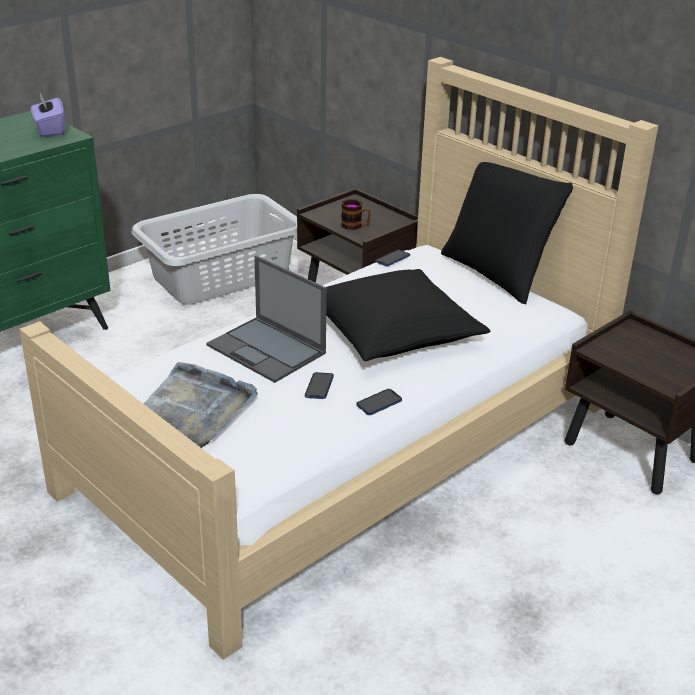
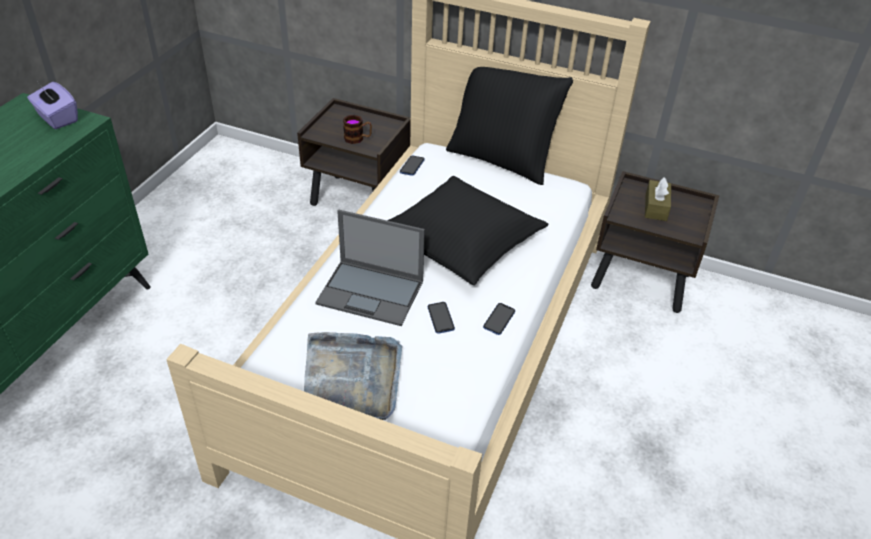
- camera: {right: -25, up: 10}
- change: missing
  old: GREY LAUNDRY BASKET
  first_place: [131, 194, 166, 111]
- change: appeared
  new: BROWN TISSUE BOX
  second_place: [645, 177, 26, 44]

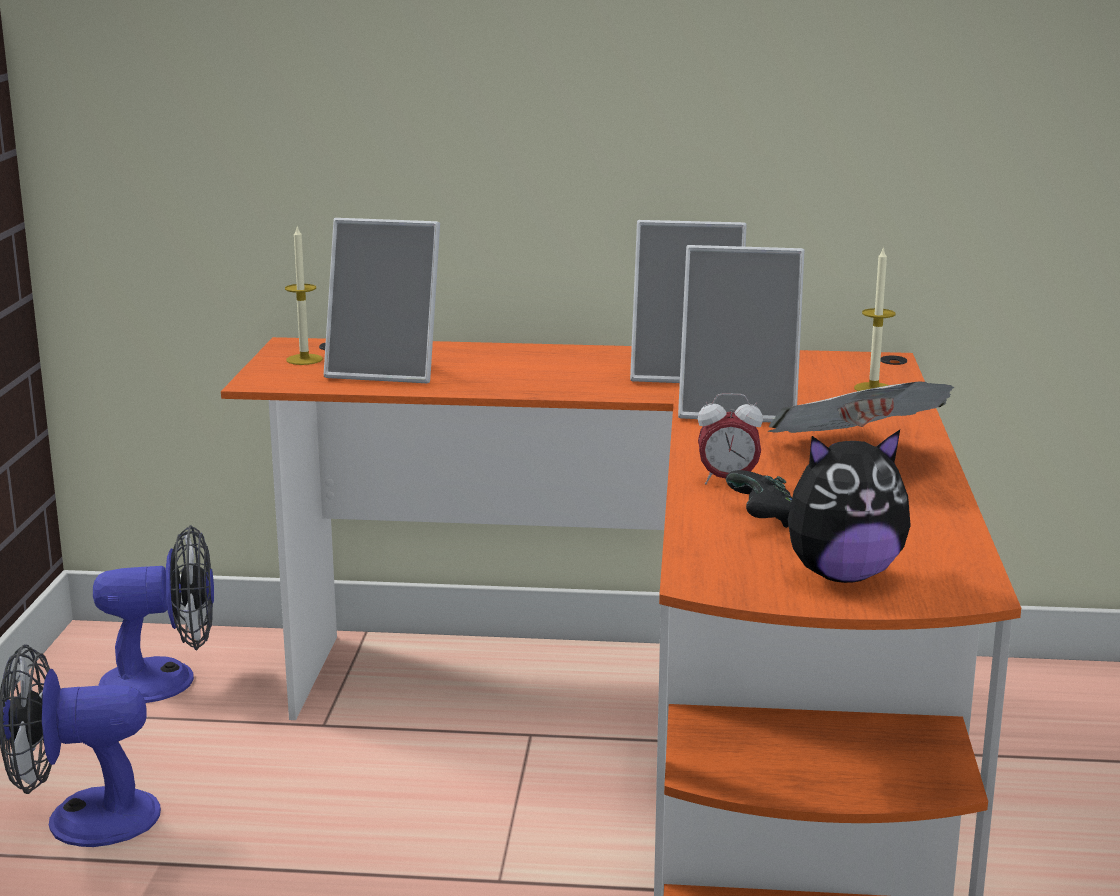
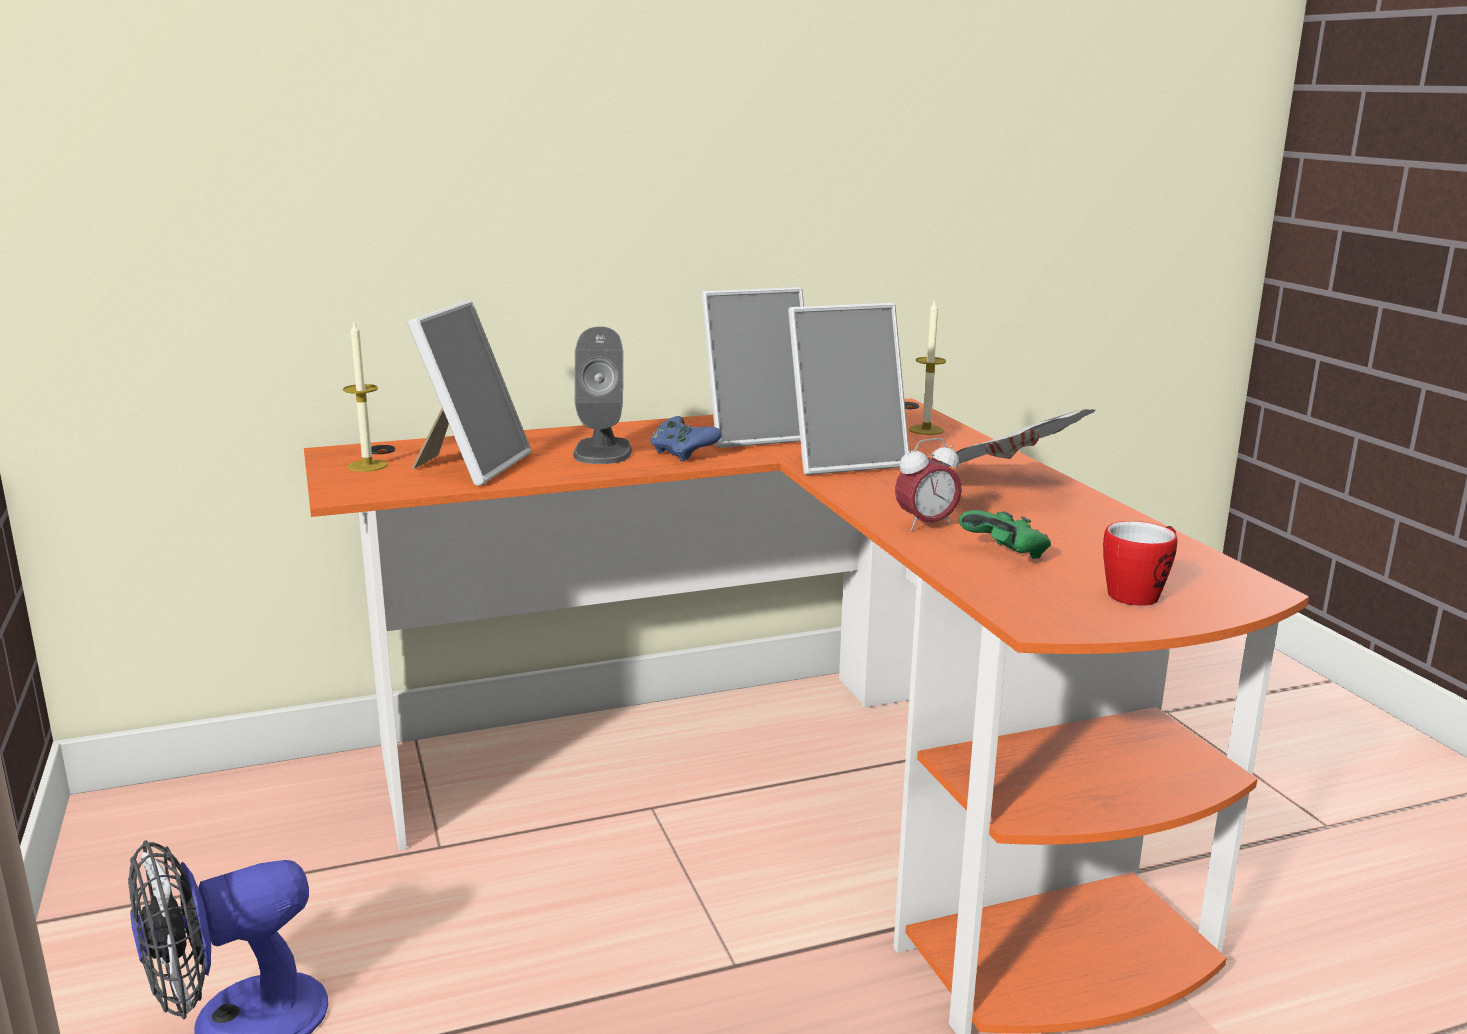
- camera: {right: -25, up: 0}
- change: spun
  old: PICTURE FRAME
  first_place: [324, 218, 116, 165]
  second_place: [408, 300, 123, 186]
  degrees: -60
- change: exchanged
  old: PLUSH TOY
  new: MUG
  first_place: [788, 430, 123, 153]
  second_place: [1103, 521, 75, 85]
- change: colour
  old: BLACK GAME CONTROLLER
  new: GREEN GAME CONTROLLER
  first_place: [726, 470, 66, 58]
  second_place: [958, 510, 93, 49]
- change: missing
  old: FAN
  first_place: [93, 525, 121, 178]
- change: appeared
  new: GREY SPEAKER
  second_place: [573, 326, 59, 138]
- change: appeared
  new: BLUE GAME CONTROLLER
  second_place: [650, 416, 72, 46]

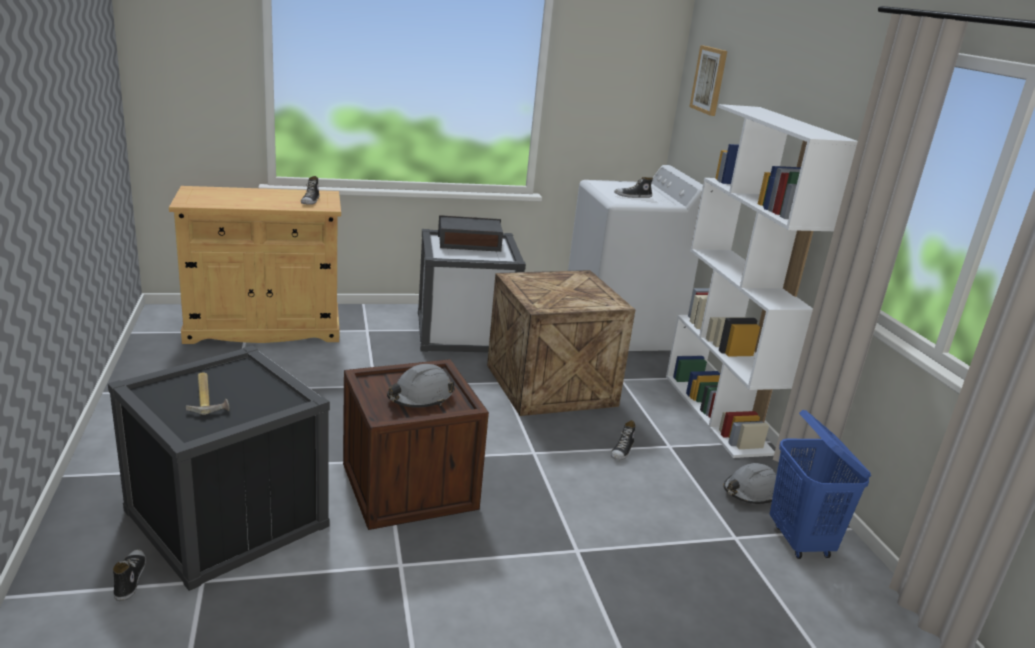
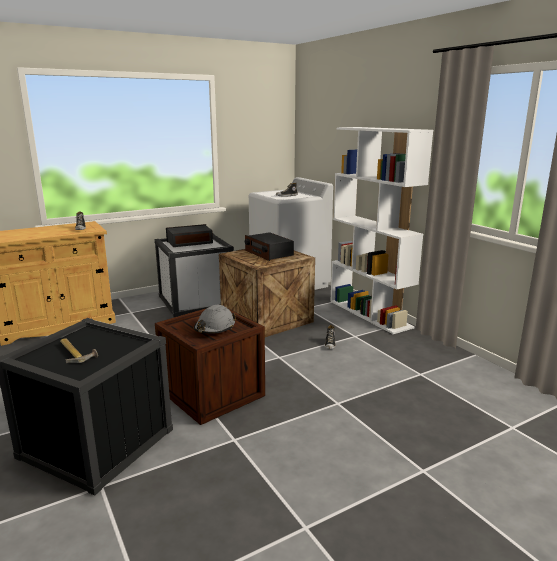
- camera: {right: -15, up: -5}
- change: missing
  old: PICTURE
  first_place: [689, 45, 38, 71]
- change: missing
  old: BLUE LAUNDRY BASKET
  first_place: [770, 410, 101, 149]
- change: missing
  old: GREY HARD HAT
  first_place: [723, 463, 53, 41]
- change: missing
  old: SHOE
  first_place: [113, 549, 33, 52]
- change: appeared
  new: RADIO
  second_place: [245, 232, 49, 29]

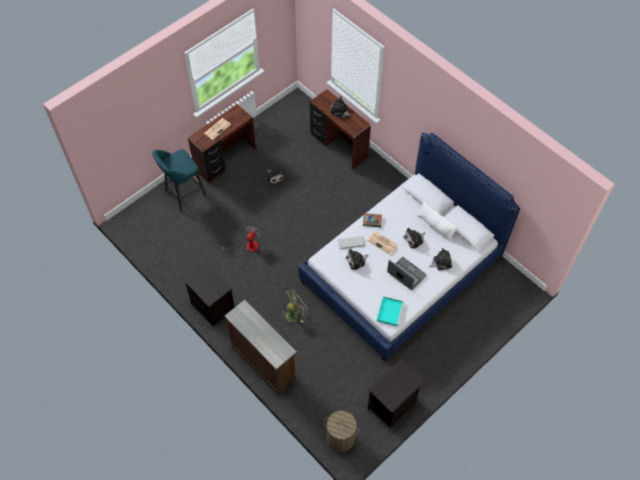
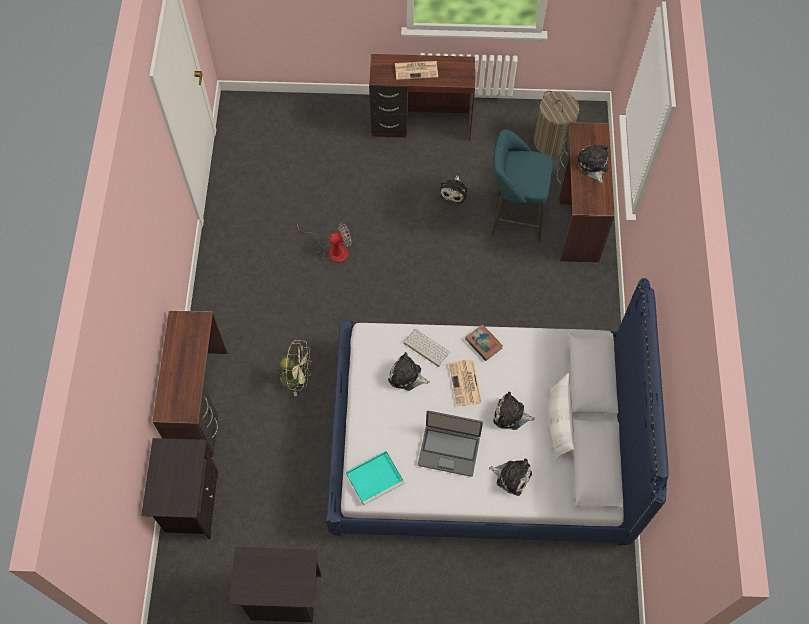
- camera: {right: 45, up: 5}
- change: relocated
  old: TURQUOISE STOOL
  first_place: [152, 149, 55, 62]
  second_place: [491, 129, 62, 114]
- change: spun
  old: LAPTOP
  first_place: [387, 257, 40, 33]
  second_place: [418, 411, 65, 66]
  degrees: 105
- change: relocated
  old: BLACK NIGHTSTAND
  first_place: [180, 259, 55, 67]
  second_place: [141, 438, 77, 101]
- change: exchanged
  old: BROWN DRESSER
  new: BROWN DESK
  first_place: [225, 300, 72, 96]
  second_place: [152, 310, 76, 147]
- change: relocated
  old: LAUNDRY BASKET
  first_place: [324, 411, 35, 41]
  second_place: [534, 91, 46, 65]

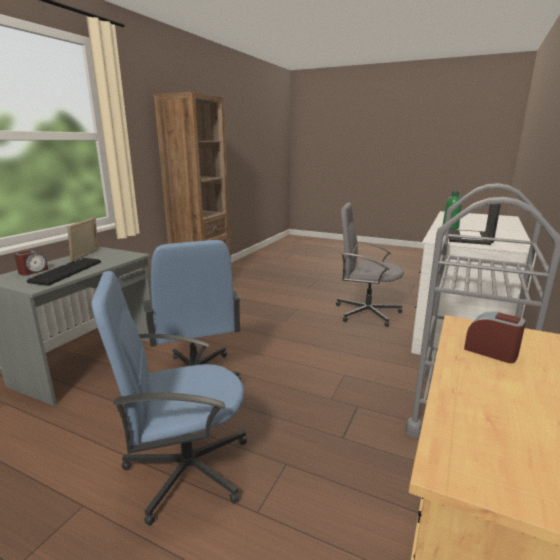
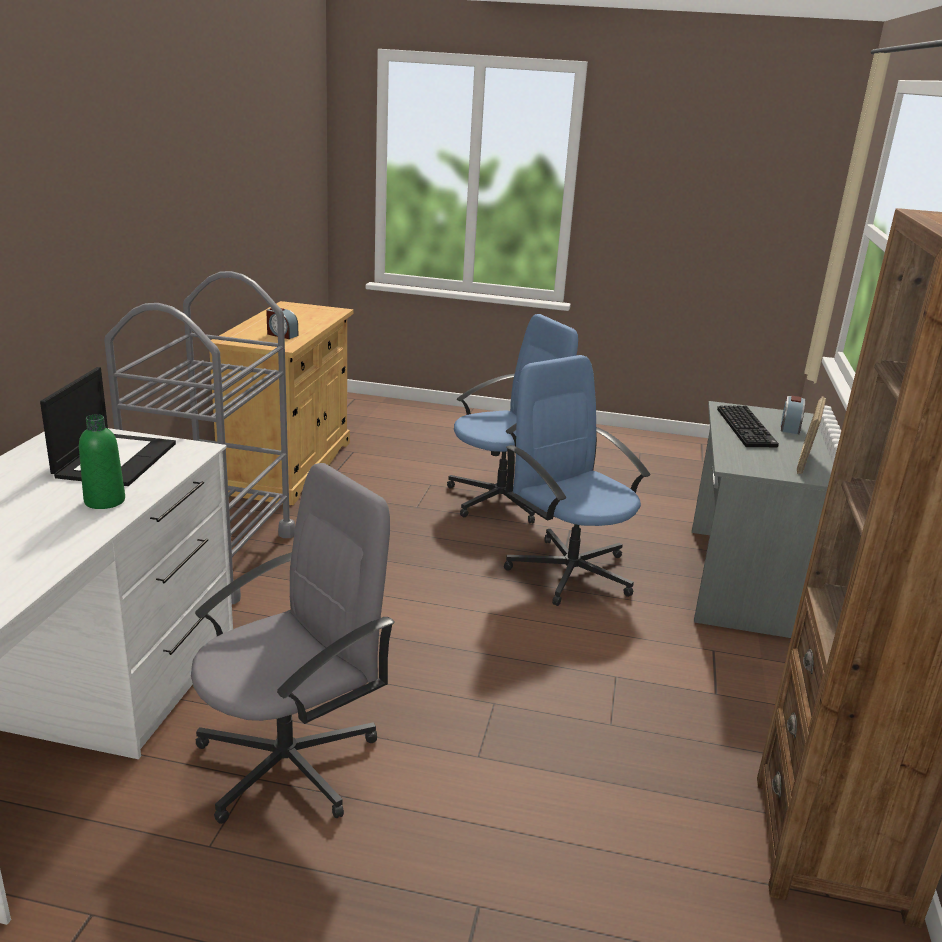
- camera: {right: 165, up: 5}
- change: spun
  old: GREY OFFICE CHAIR
  first_place: [336, 202, 68, 125]
  second_place: [191, 463, 204, 361]
  degrees: -45
- change: spun
  old: PICTURE FRAME
  first_place: [67, 217, 31, 44]
  second_place: [797, 396, 29, 78]
  degrees: -150

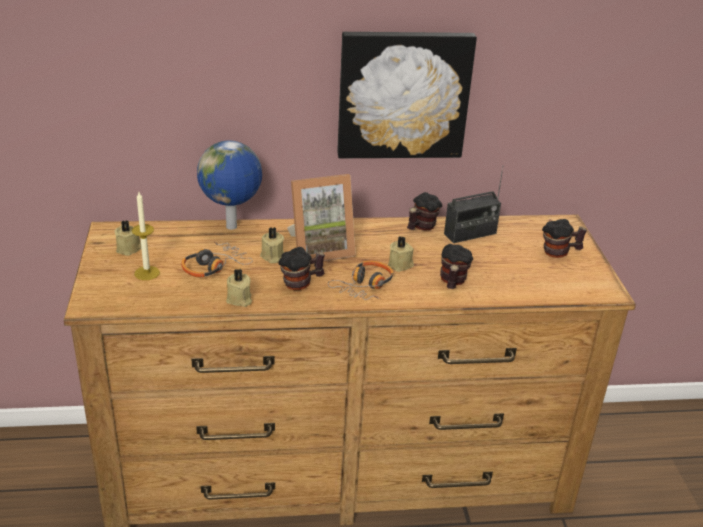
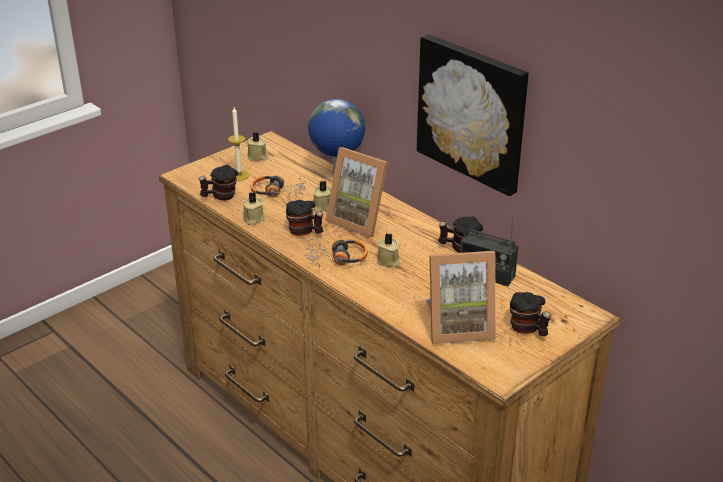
- camera: {right: 55, up: 0}
- change: relocated
  old: MUG
  first_place: [440, 244, 33, 45]
  second_place: [199, 164, 39, 37]
- change: appeared
  new: PICTURE FRAME
  second_place: [426, 251, 70, 93]

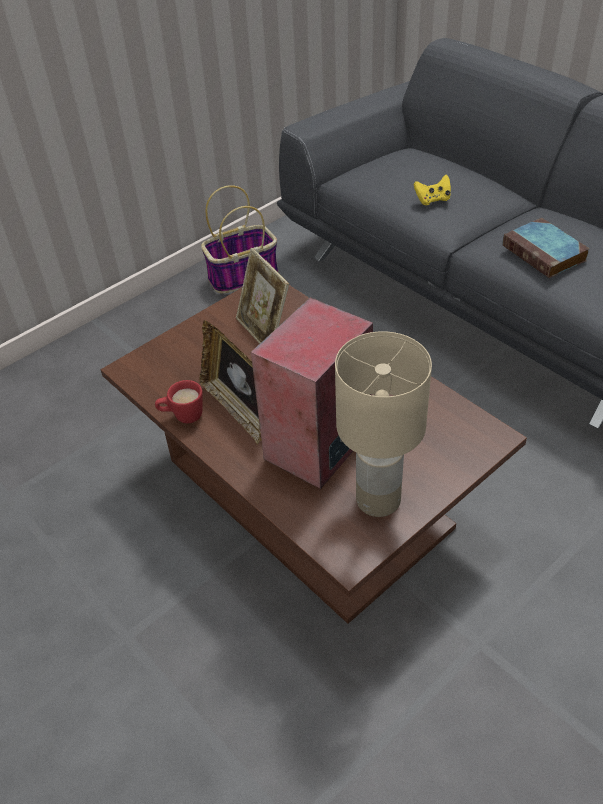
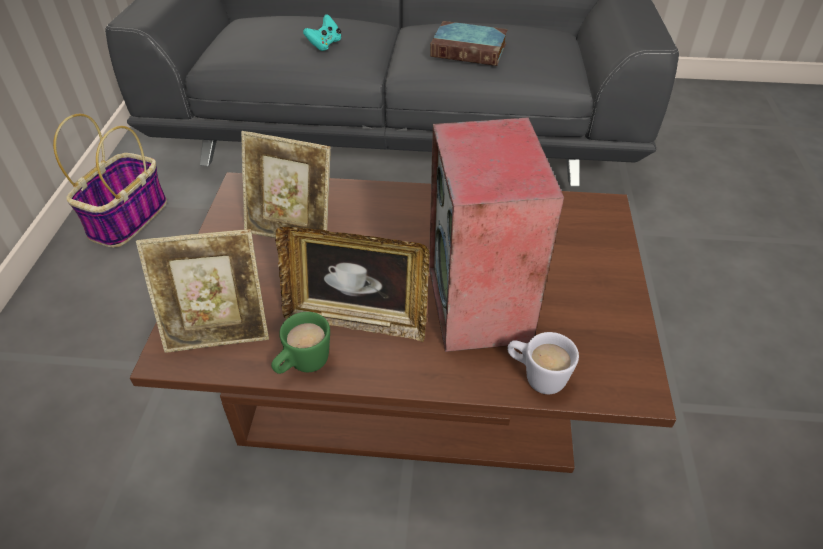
- camera: {right: -45, up: 0}
- change: colour
  old: YELLOW GAME CONTROLLER
  new: TURQUOISE GAME CONTROLLER
  first_place: [414, 175, 37, 30]
  second_place: [303, 14, 38, 37]
- change: missing
  old: BEIGE TABLE LAMP
  first_place: [335, 331, 97, 186]
- change: colour
  old: RED MUG
  new: GREEN MUG
  first_place: [155, 380, 48, 43]
  second_place: [271, 312, 59, 62]
- change: appeared
  new: PICTURE FRAME
  second_place: [136, 229, 133, 124]
- change: appeared
  new: WHITE MUG
  second_place: [507, 332, 72, 62]

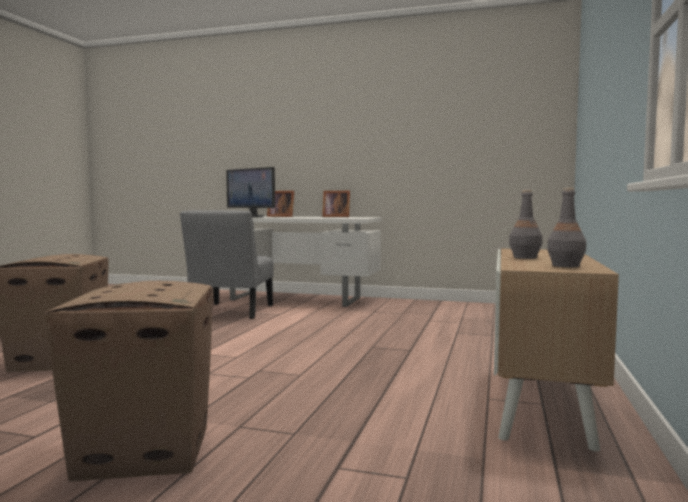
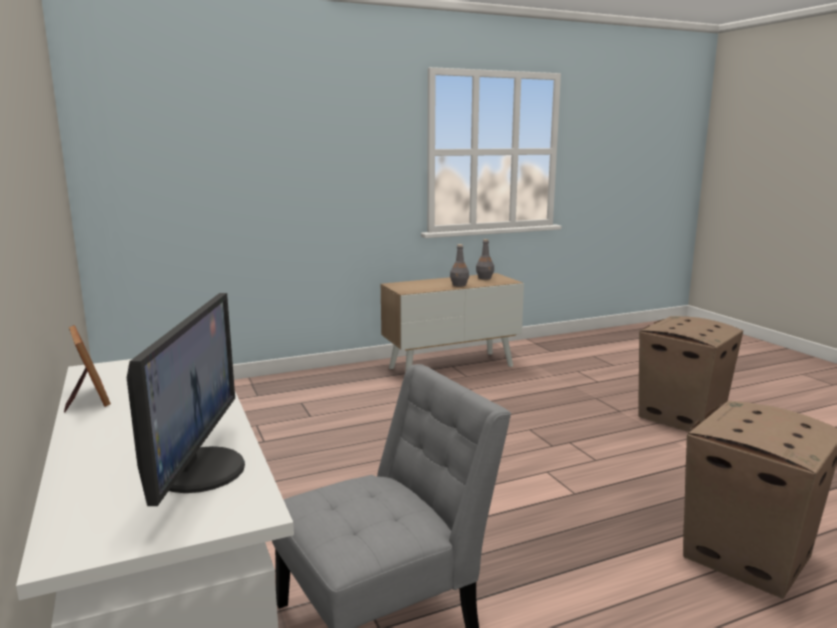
- camera: {right: -130, up: 10}
- change: missing
  old: PICTURE FRAME
  first_place: [267, 191, 27, 26]

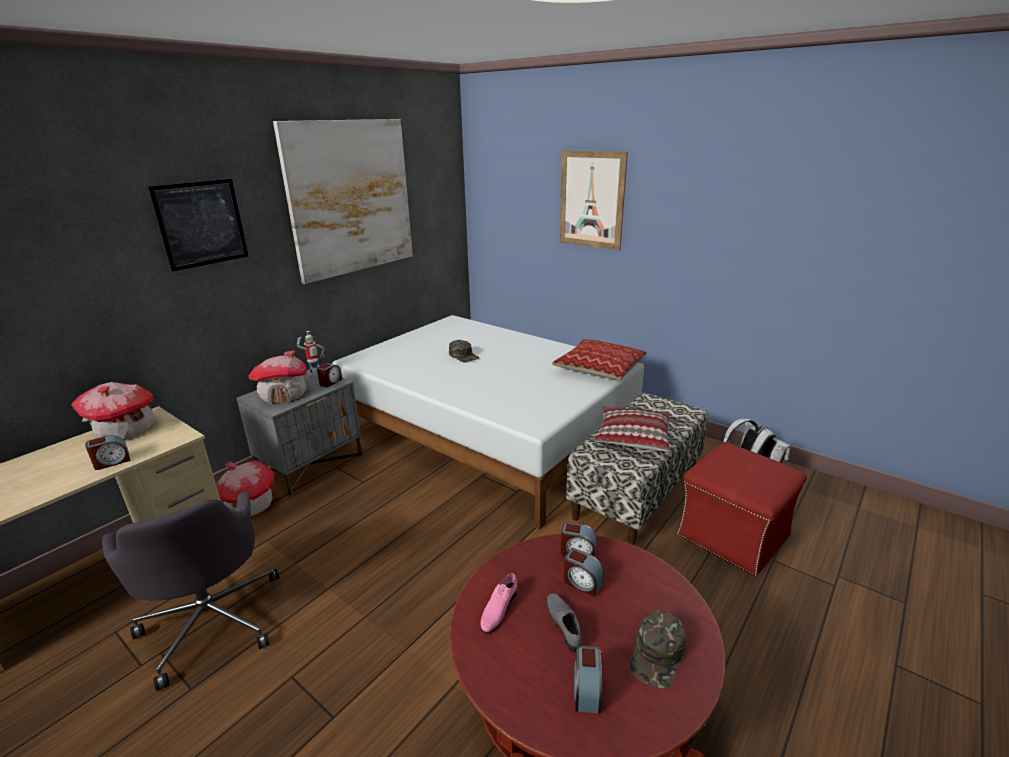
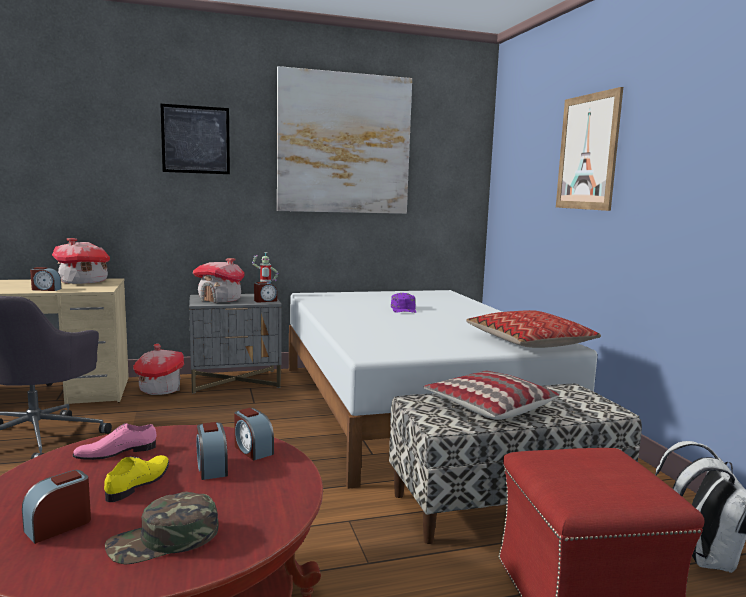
- camera: {right: 35, up: -15}
- change: colour
  old: GREEN CAP
  new: PURPLE CAP
  first_place: [449, 340, 30, 23]
  second_place: [391, 293, 25, 20]
- change: colour
  old: GREY SHOE
  new: YELLOW SHOE
  first_place: [547, 593, 34, 60]
  second_place: [104, 455, 65, 47]

